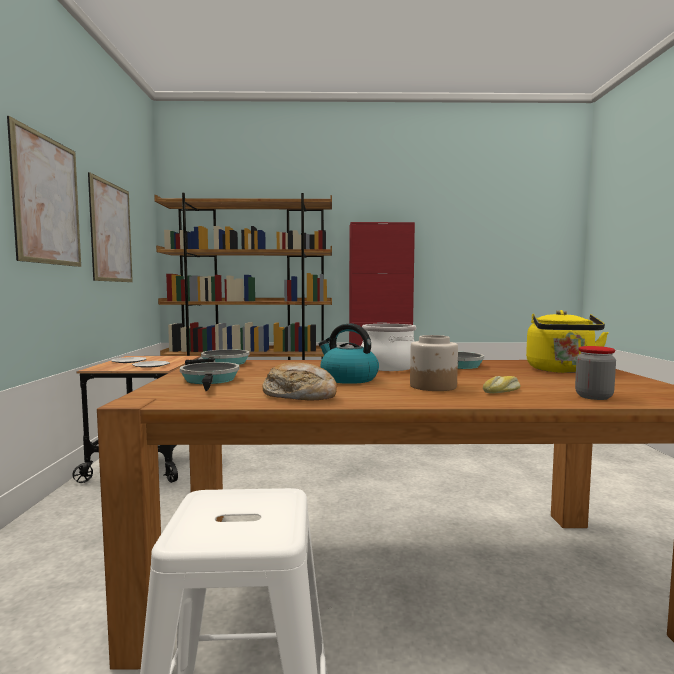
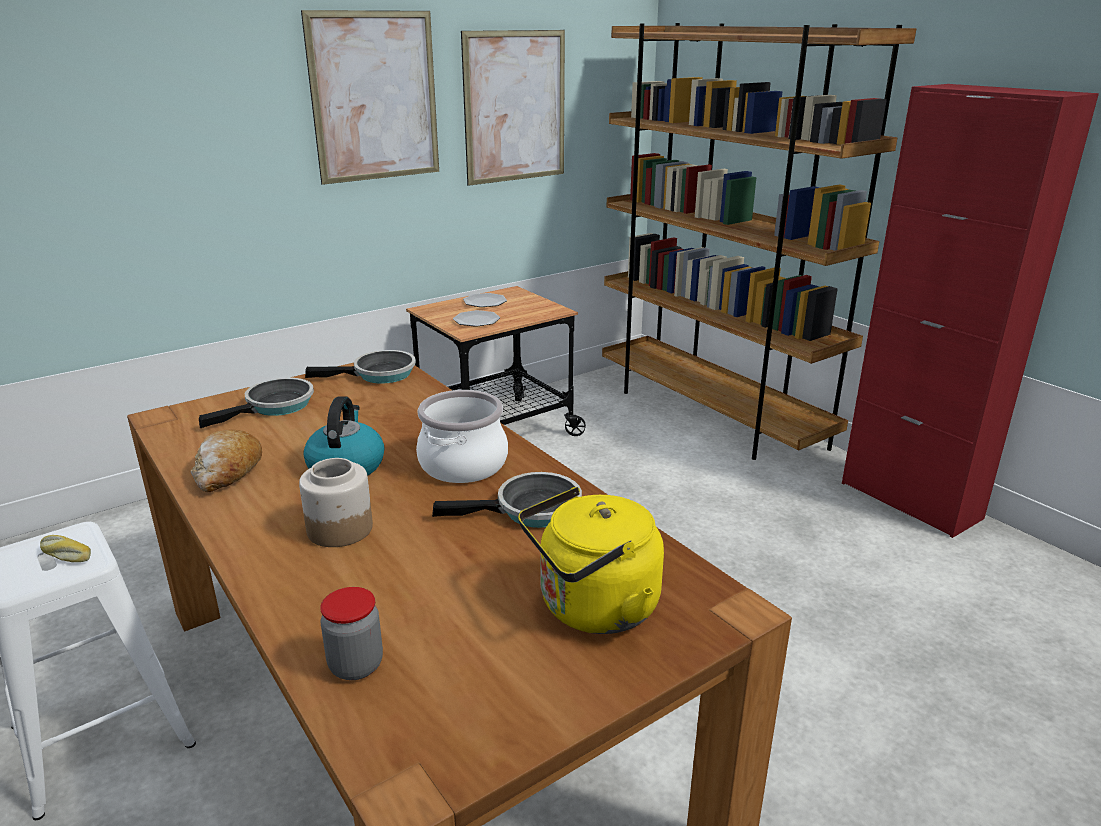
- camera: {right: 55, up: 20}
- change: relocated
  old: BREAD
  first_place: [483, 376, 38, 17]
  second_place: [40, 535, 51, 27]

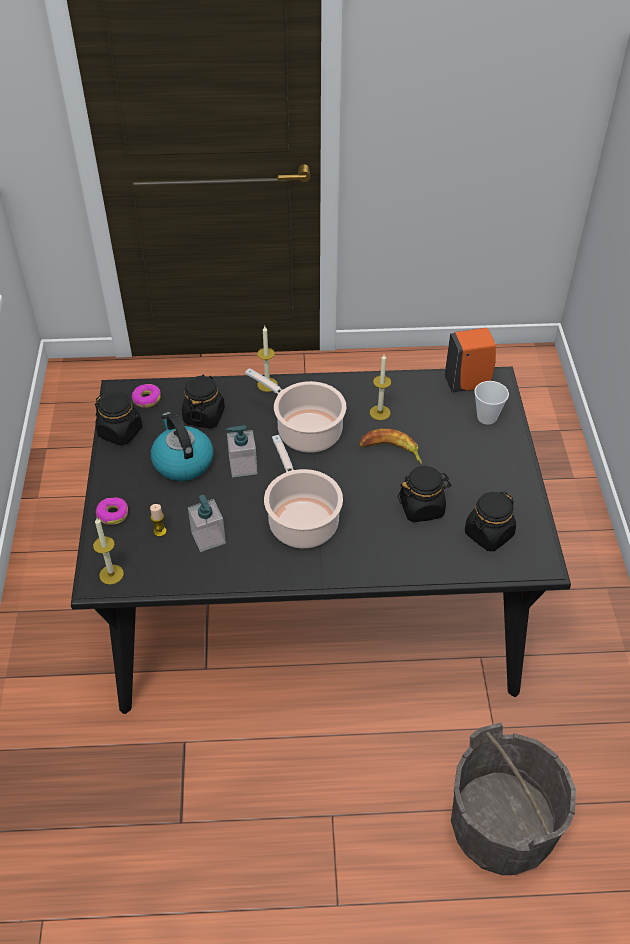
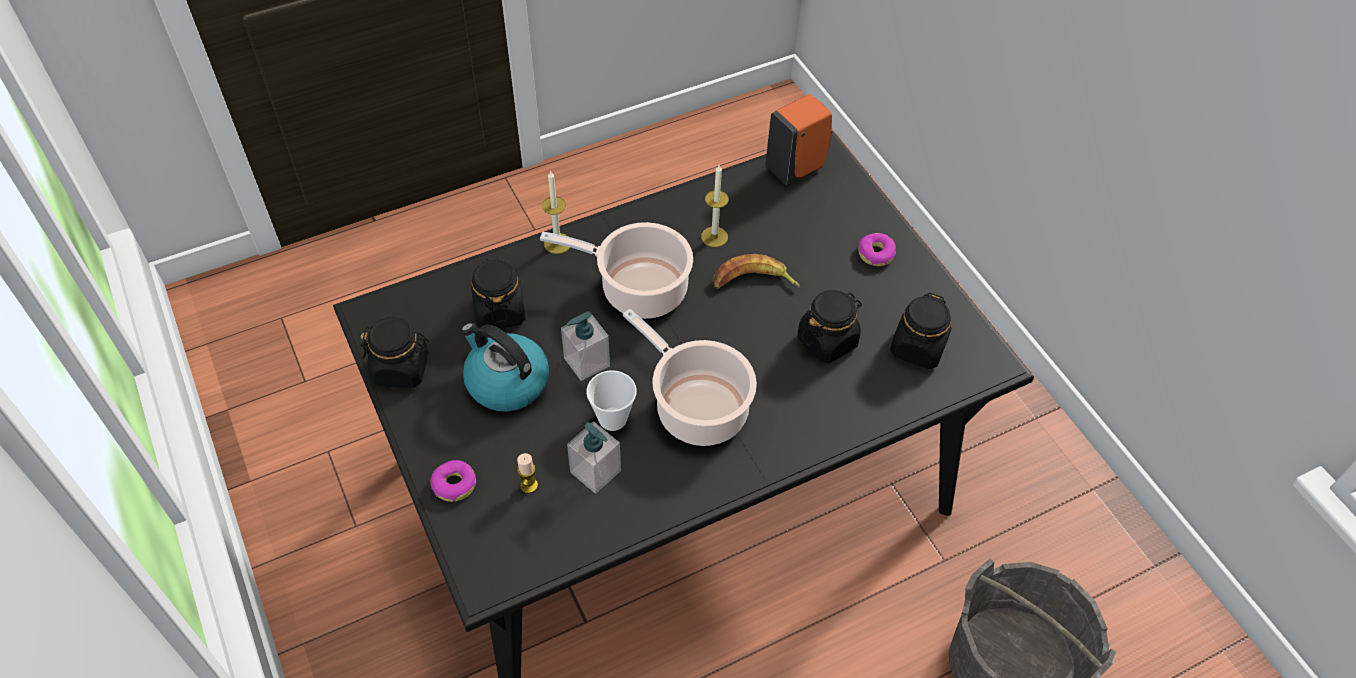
- camera: {right: -25, up: 5}
- change: relocated
  old: CUP
  first_place: [474, 381, 35, 44]
  second_place: [586, 371, 51, 60]
- change: relocated
  old: DONUT
  first_place: [132, 384, 29, 24]
  second_place: [858, 233, 38, 33]
- change: missing
  old: CANDLE
  first_place: [93, 517, 31, 68]

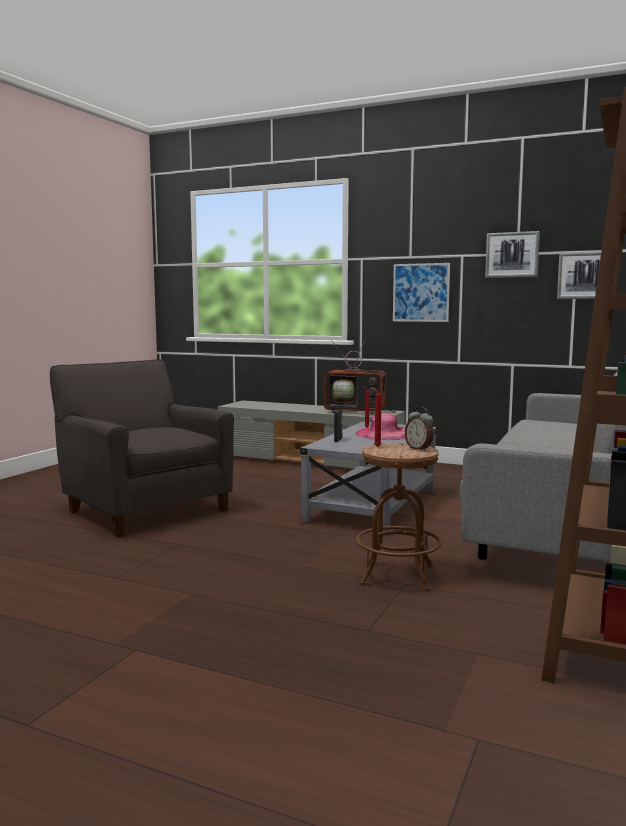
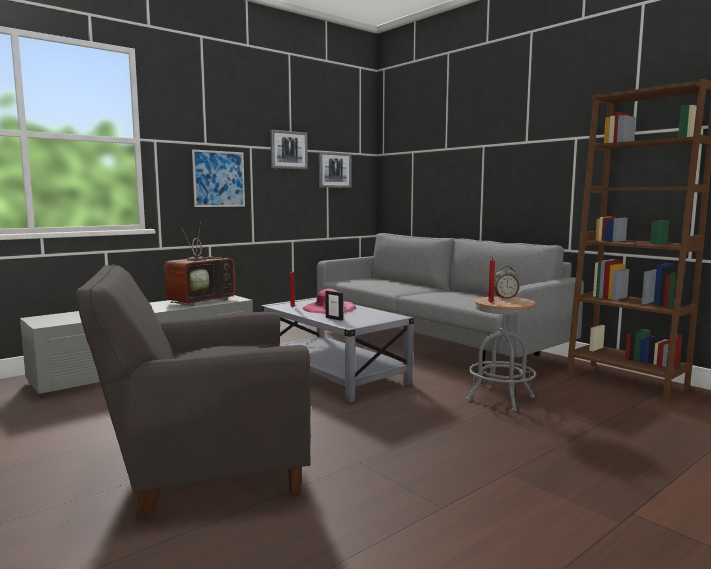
- camera: {right: -65, up: 0}
- change: colour
  old: BROWN STOOL
  new: GREY STOOL
  first_place: [356, 443, 85, 148]
  second_place: [466, 296, 70, 116]

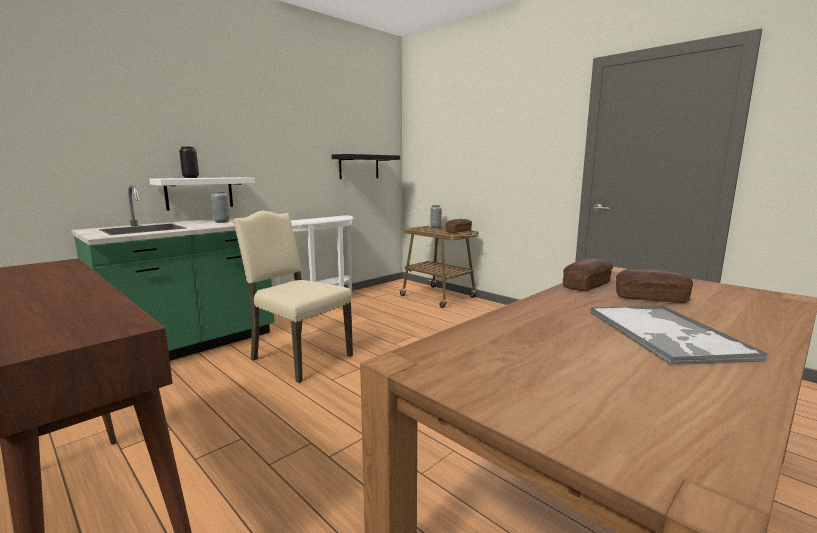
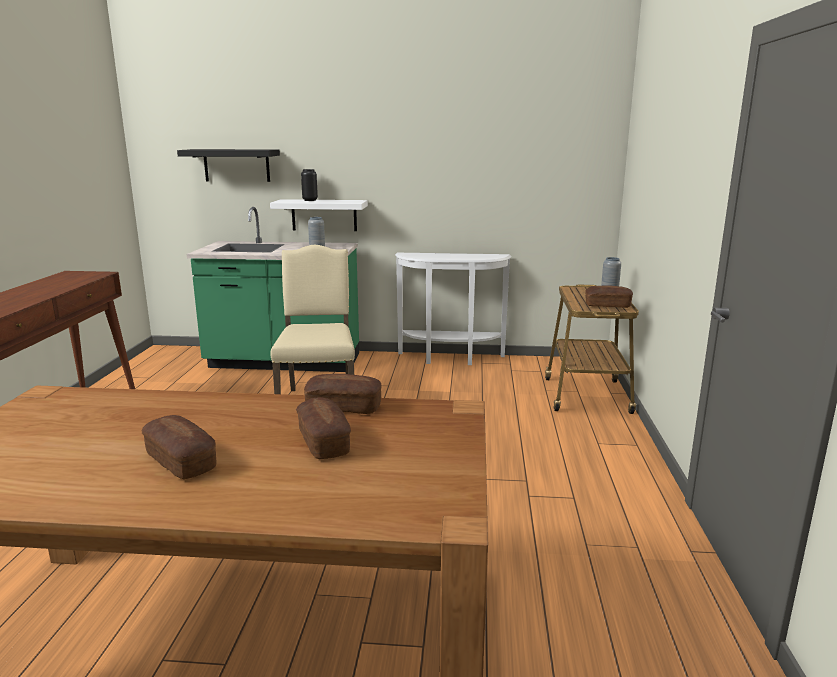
- camera: {right: 50, up: 5}
- change: relocated
  old: BLACK SHELF
  first_place: [331, 154, 69, 25]
  second_place: [177, 149, 103, 33]
- change: exchanged
  old: TRAY
  new: BREAD
  first_place: [590, 305, 178, 60]
  second_place: [142, 415, 74, 64]

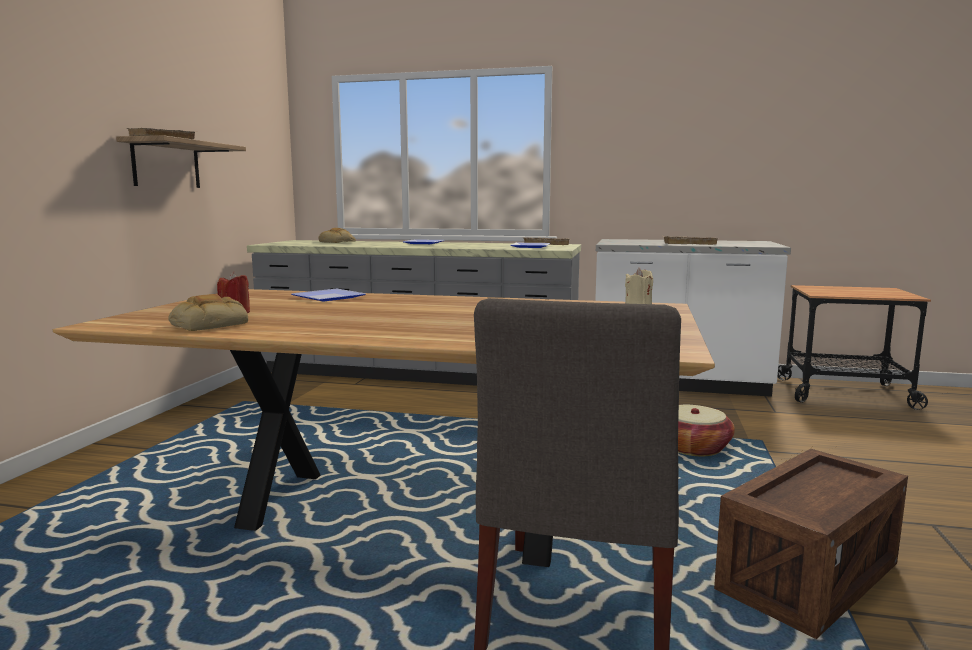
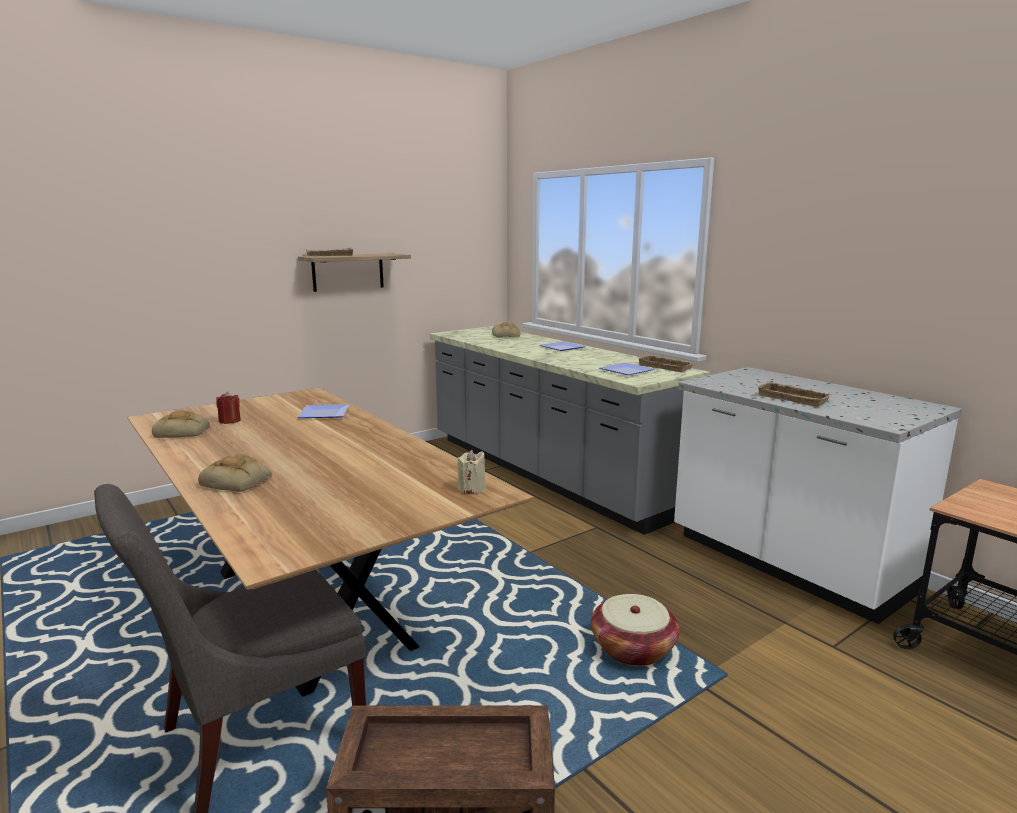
- camera: {right: 40, up: 5}
- change: appeared
  new: BREAD
  second_place: [198, 454, 74, 38]

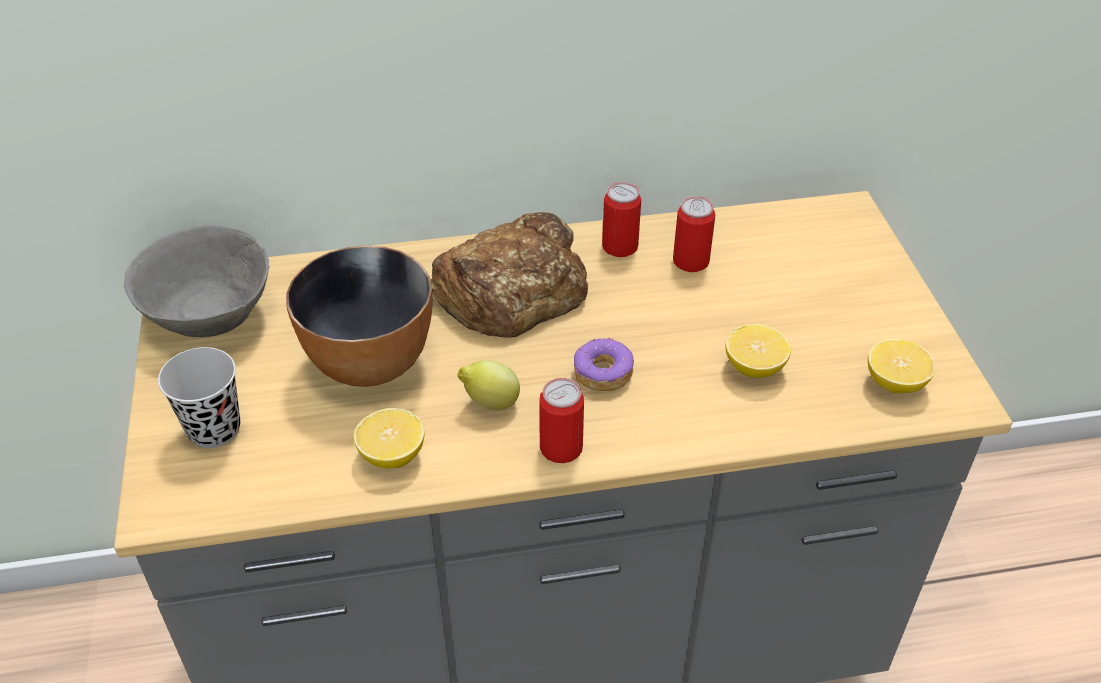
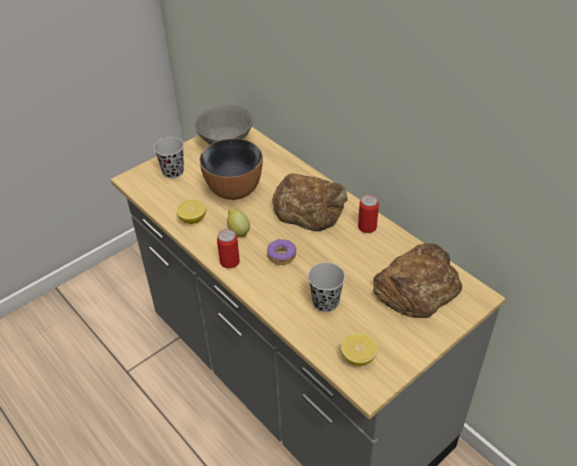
- camera: {right: 60, up: 0}
- change: missing
  old: CAN
  first_place: [673, 196, 42, 76]
- change: exchanged
  old: LEMON
  new: BLACK CUP
  first_place: [726, 324, 65, 54]
  second_place: [308, 262, 37, 50]
- change: appeared
  new: BREAD
  second_place: [373, 243, 89, 75]

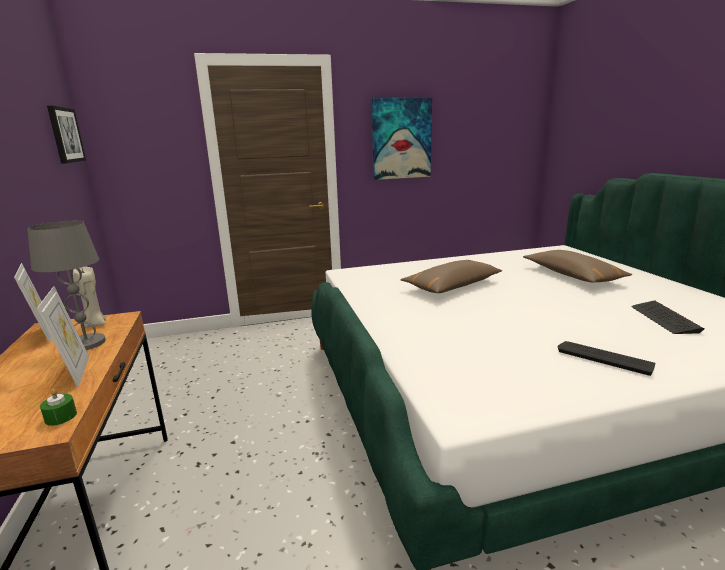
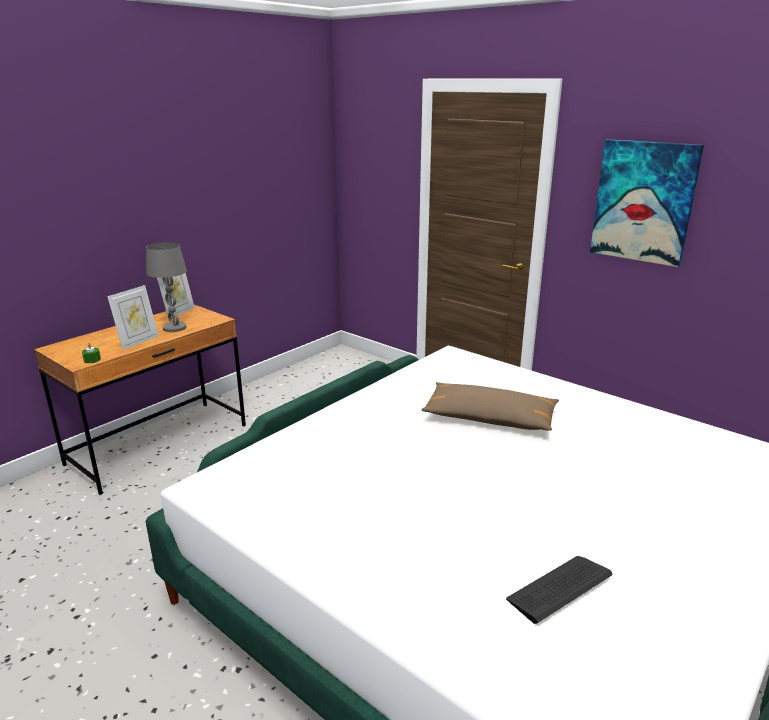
- camera: {right: 55, up: 5}
- change: missing
  old: PICTURE
  first_place: [47, 106, 39, 58]
- change: missing
  old: BROWN PILLOW
  first_place: [523, 250, 109, 33]
- change: missing
  old: BEIGE CANDLE
  first_place: [73, 266, 33, 62]
- change: missing
  old: KEYBOARD
  first_place: [558, 341, 98, 35]

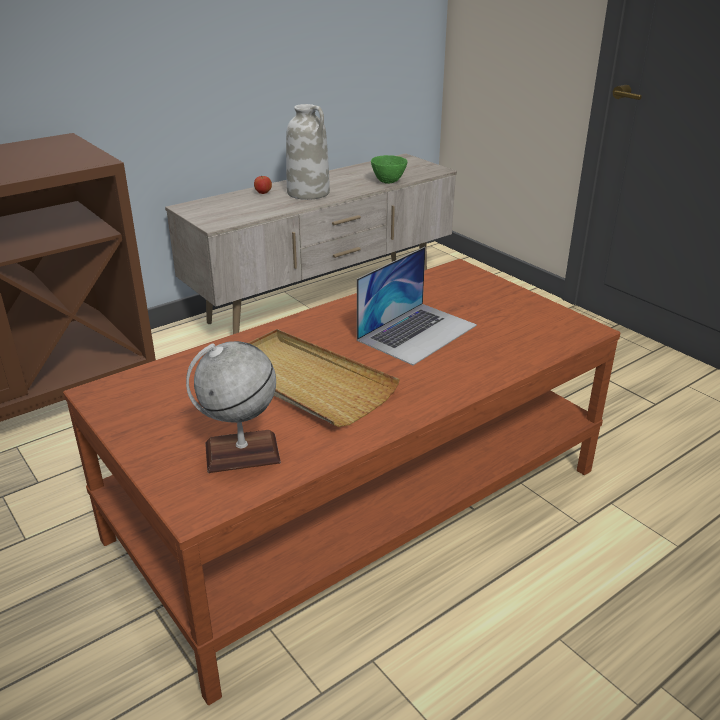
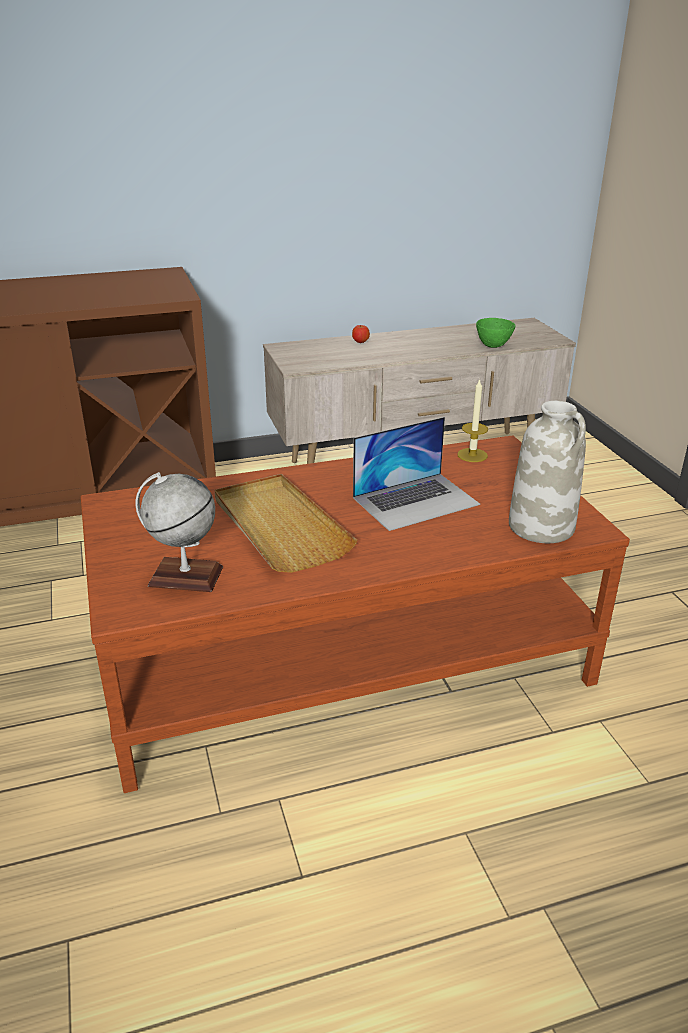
- camera: {right: 20, up: 0}
- change: relocated
  old: WHITE VASE
  first_place: [286, 104, 44, 96]
  second_place: [509, 401, 77, 142]
- change: appeared
  new: CANDLE
  second_place: [457, 379, 31, 83]

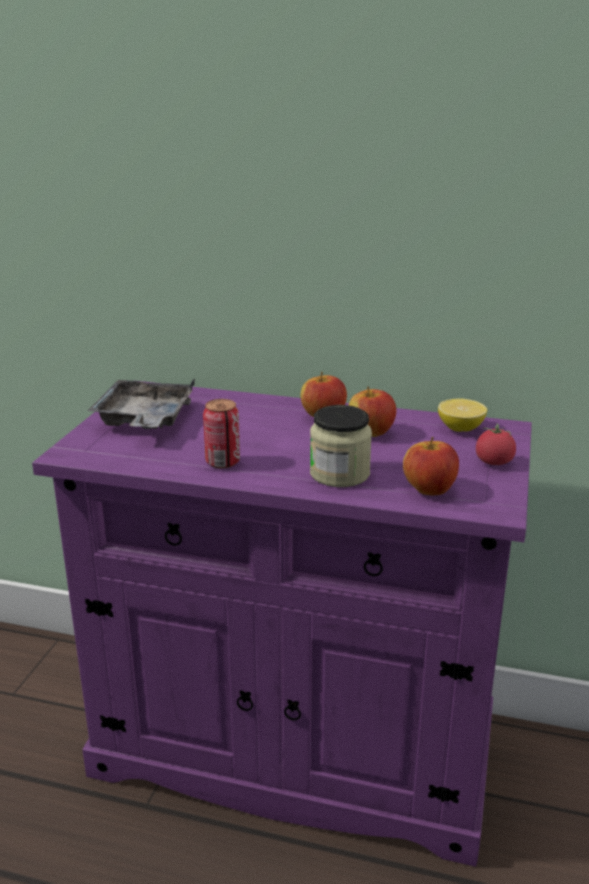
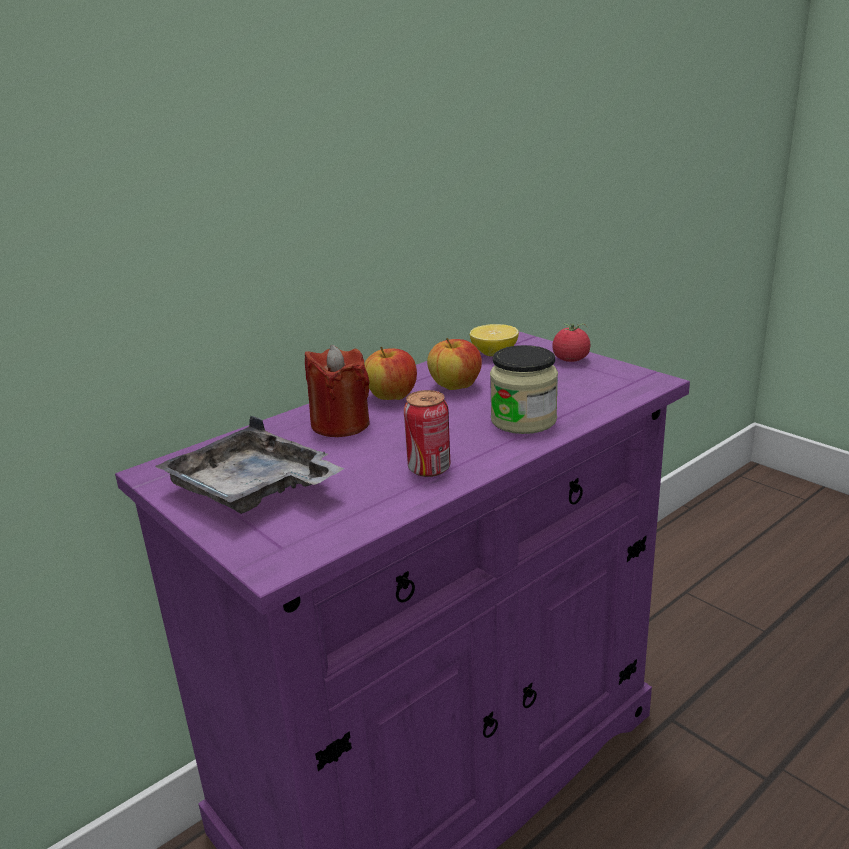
- camera: {right: -55, up: 0}
- change: missing
  old: APPLE
  first_place: [403, 437, 56, 58]
- change: appeared
  new: RED CANDLE
  second_place: [305, 345, 65, 92]

